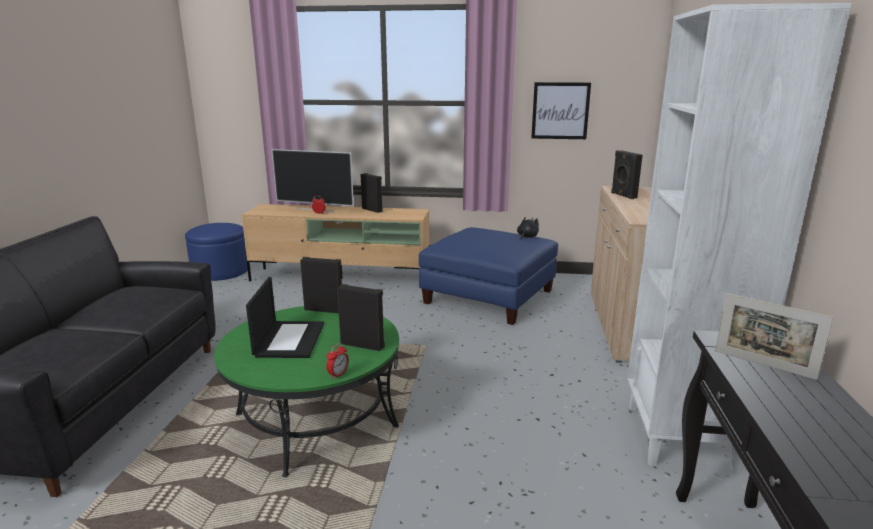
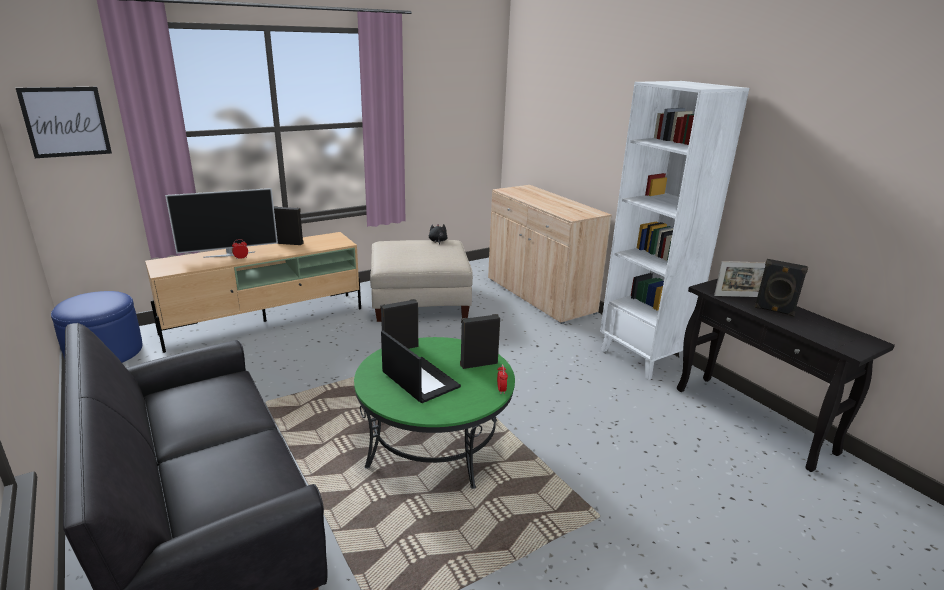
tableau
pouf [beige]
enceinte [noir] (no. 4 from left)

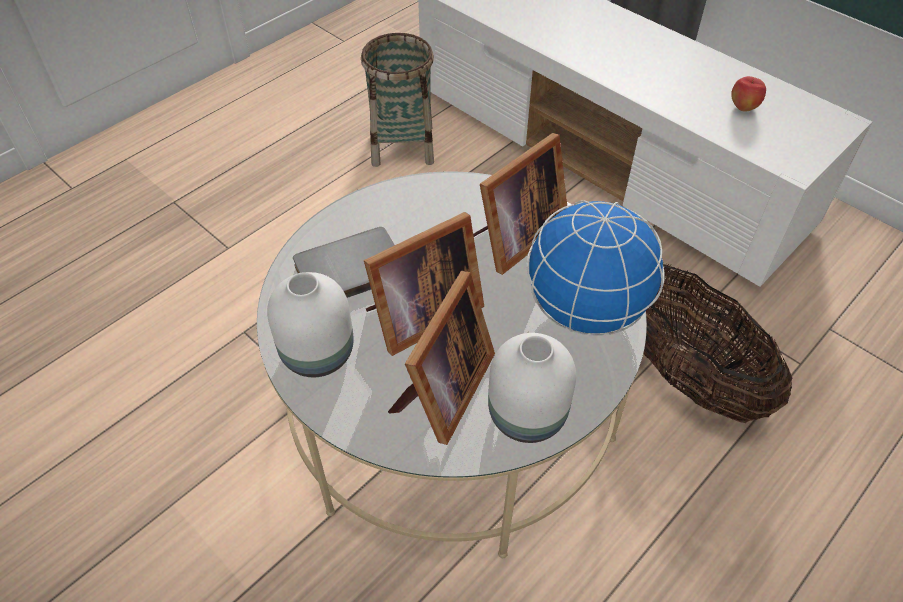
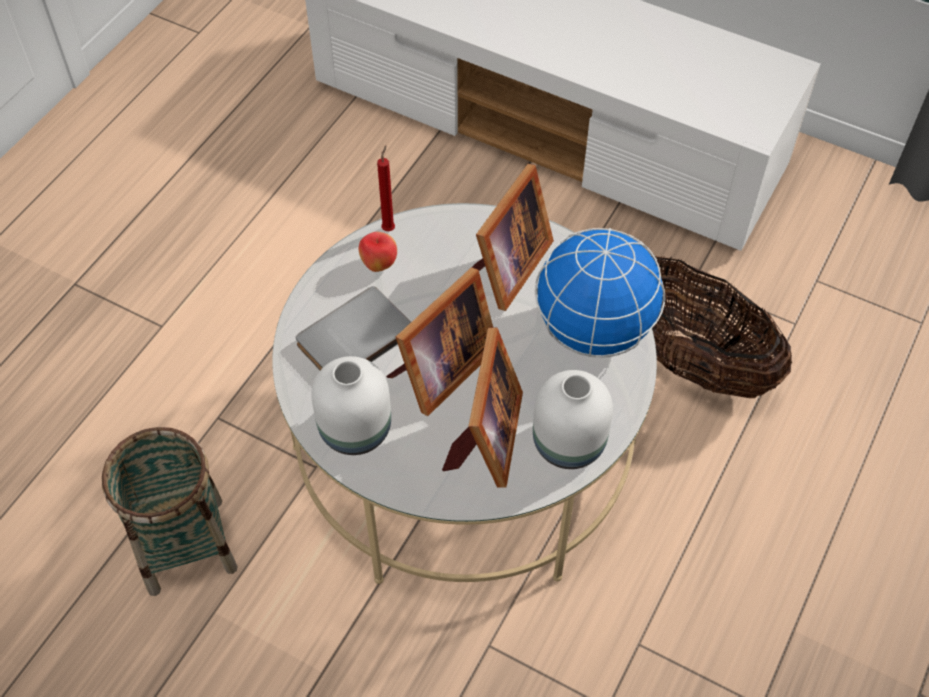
panier (no. 1 from left)
pomme
bougie [rouge]

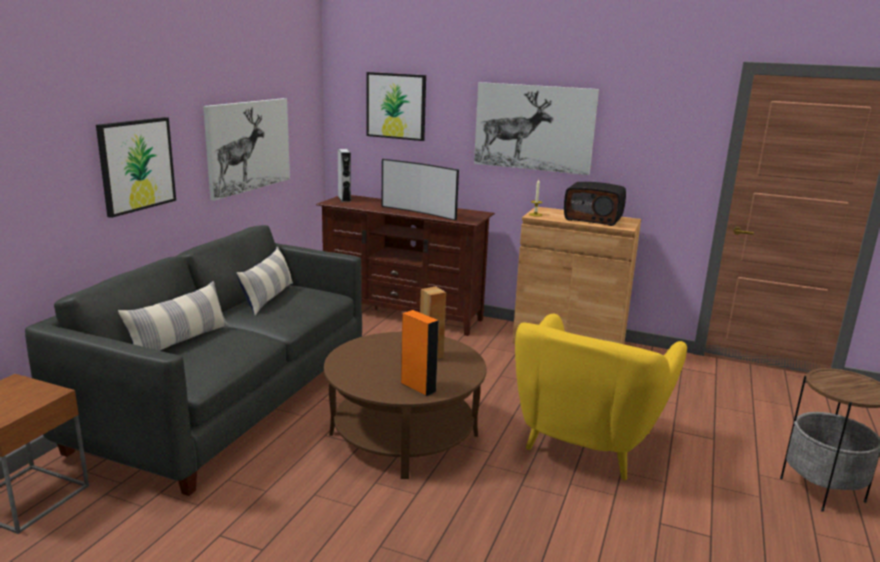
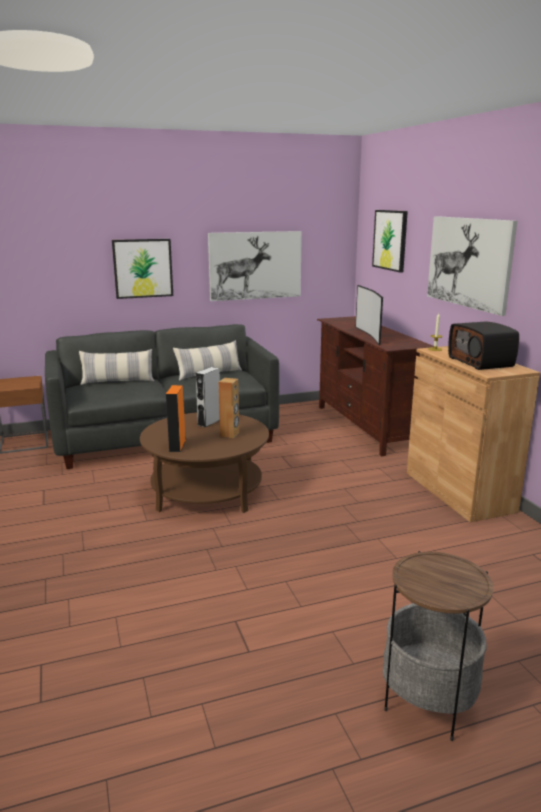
enceinte [gris]
fauteuil [jaune]

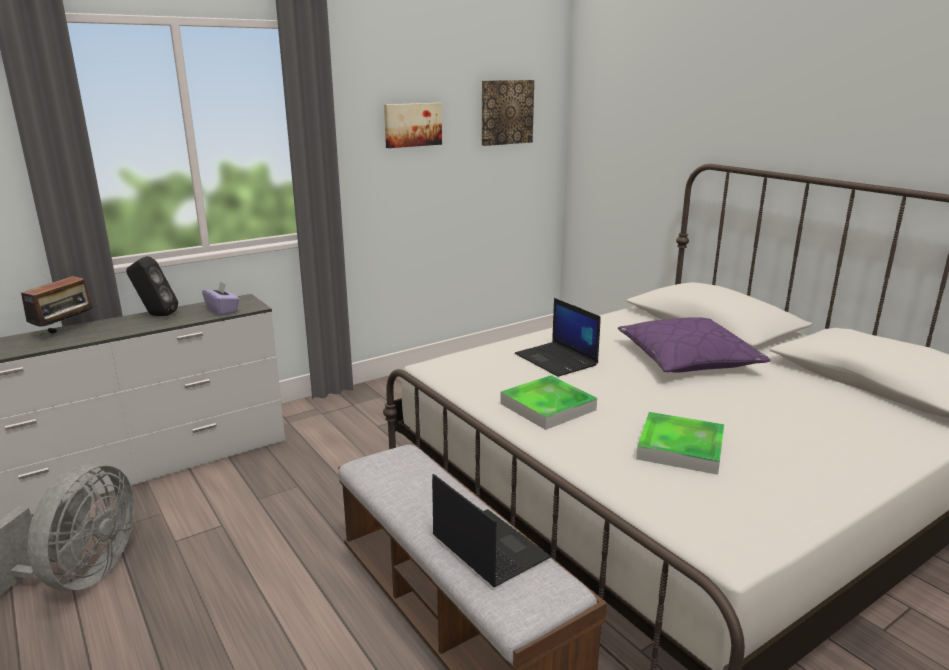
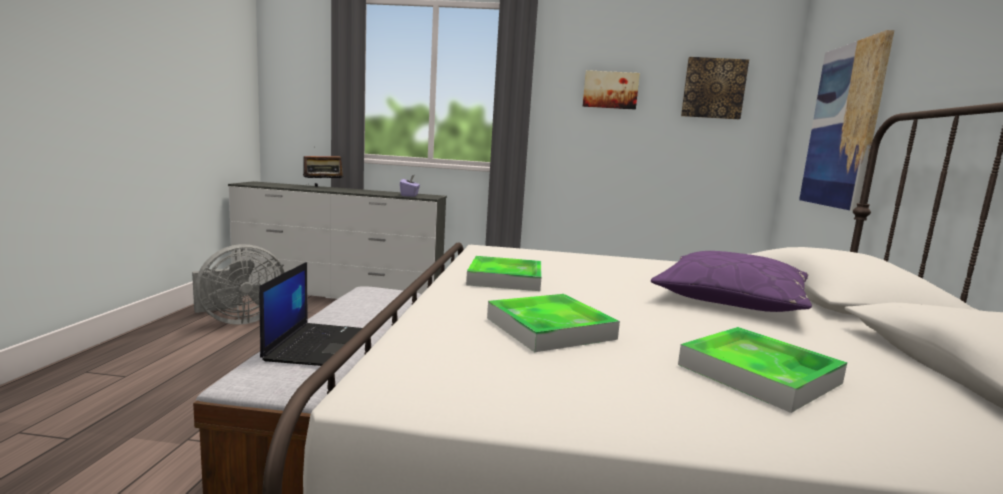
plateau (no. 3 from left)
tableau (no. 3 from left)
enceinte [noir]
ordinateur portable (no. 2 from left in the first image)

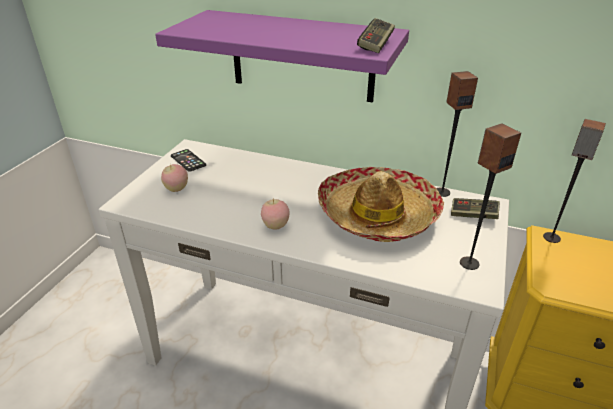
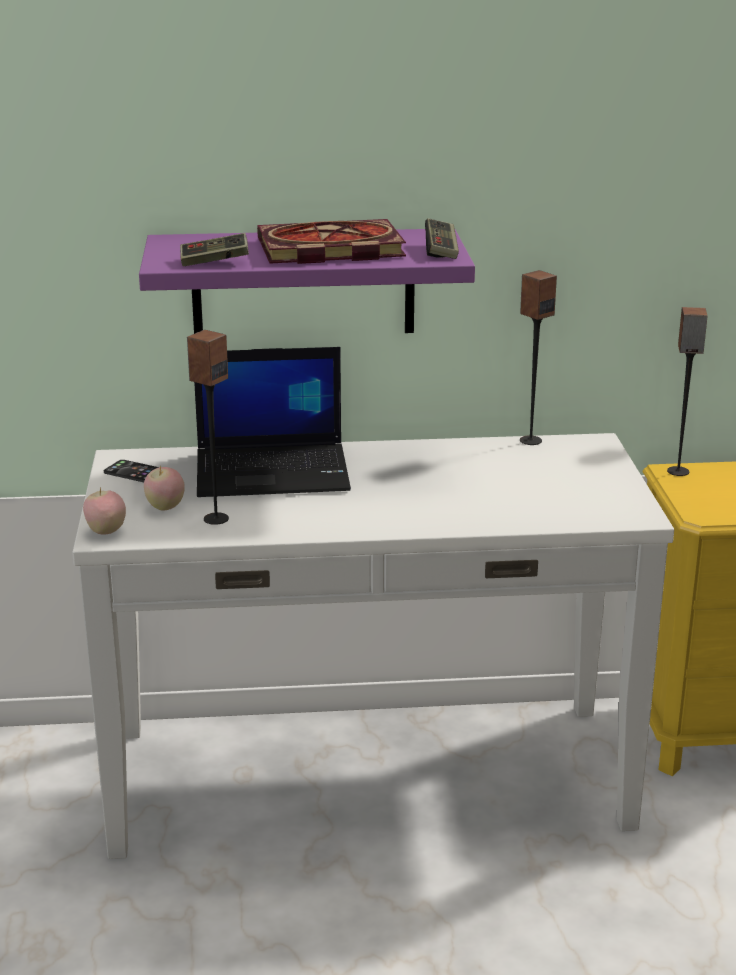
pomme (no. 1 from left)
manette (no. 1 from left)
enceinte (no. 1 from left)
ordinateur portable
livre
chapeau

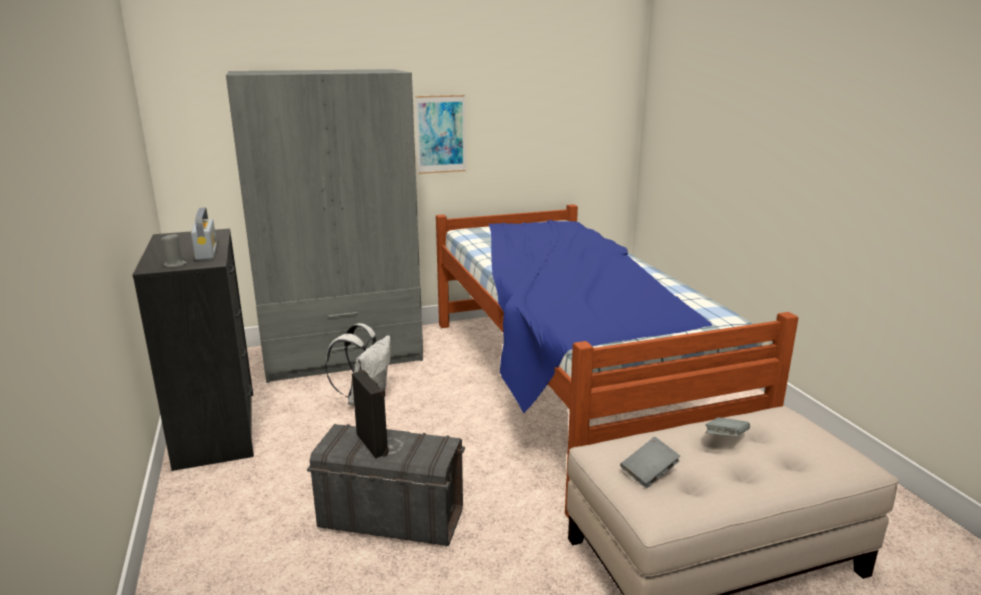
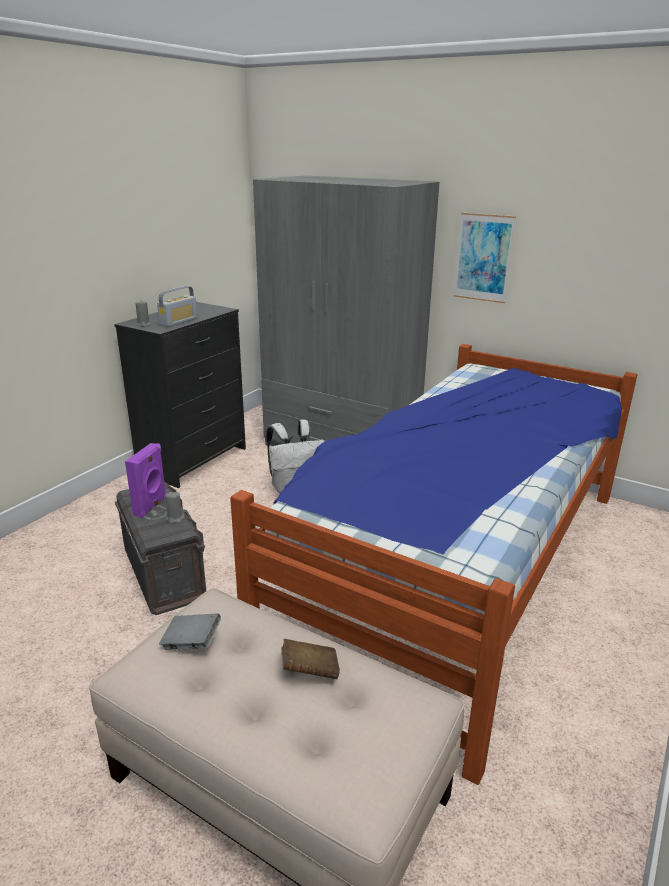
enceinte [violet]
bougie [gris] (no. 2 from left)
livre [marron]

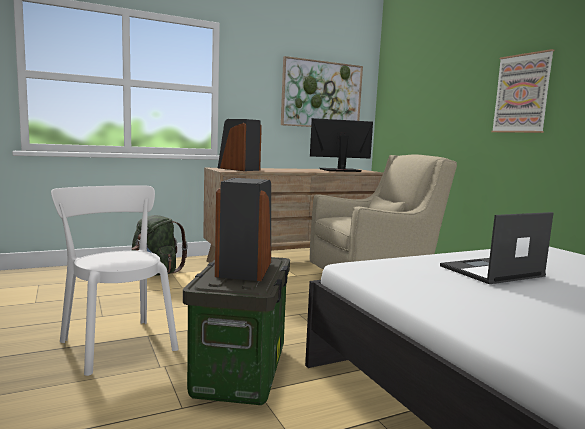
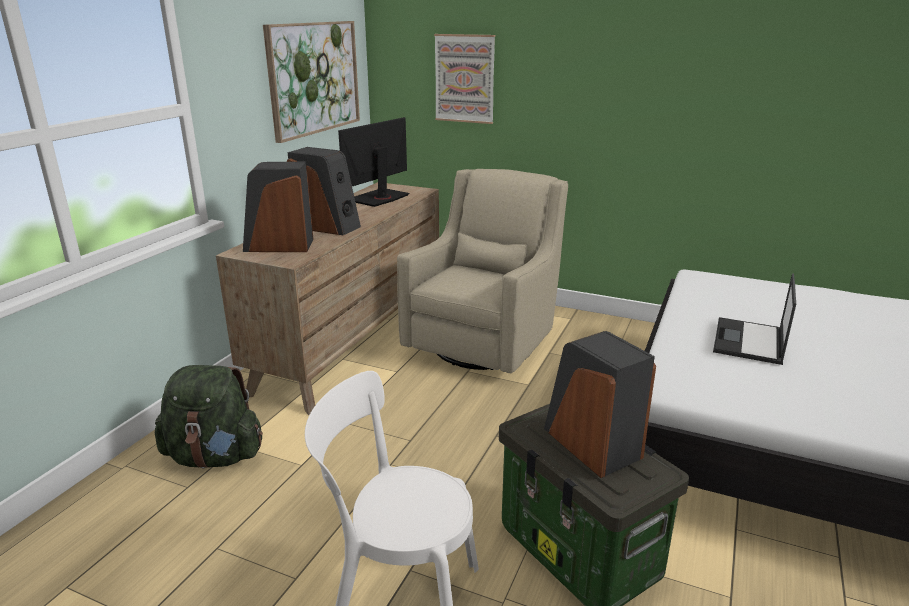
enceinte (no. 2 from left)
tableau (no. 2 from left)

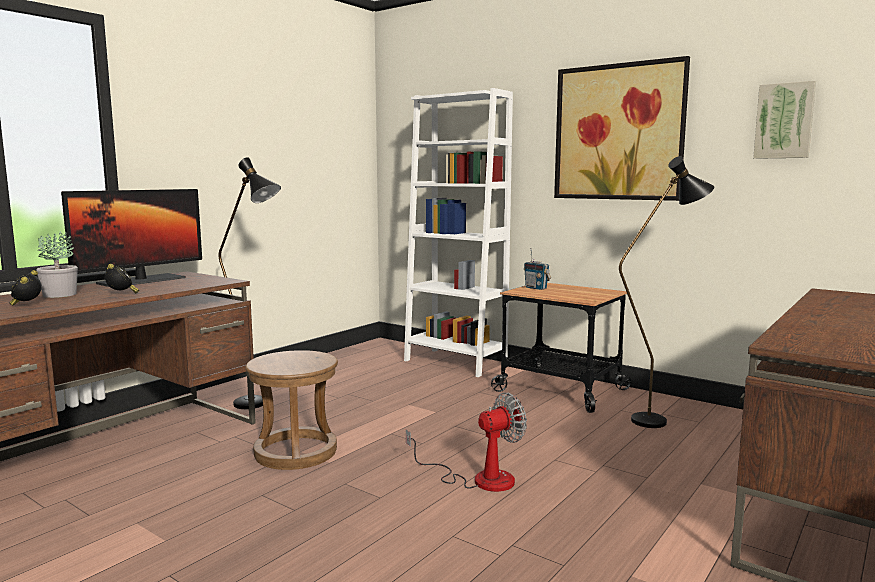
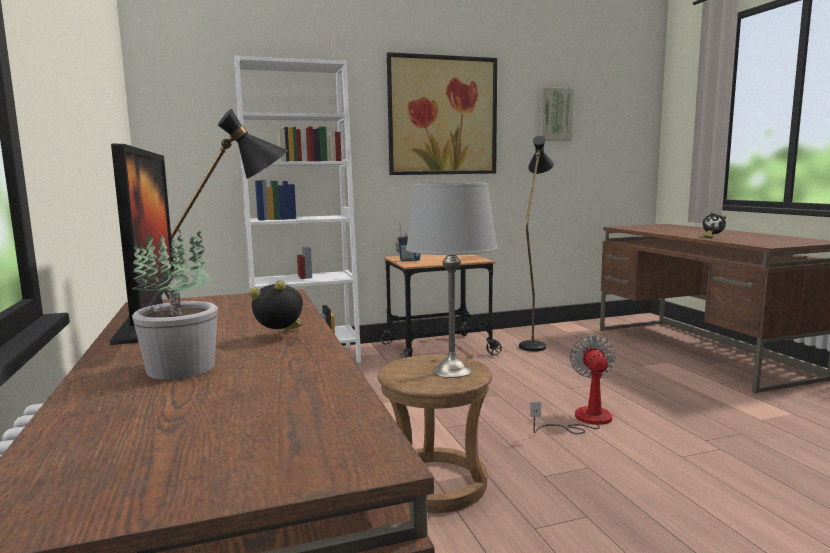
lampe de table [gris]
réveil (no. 2 from left)

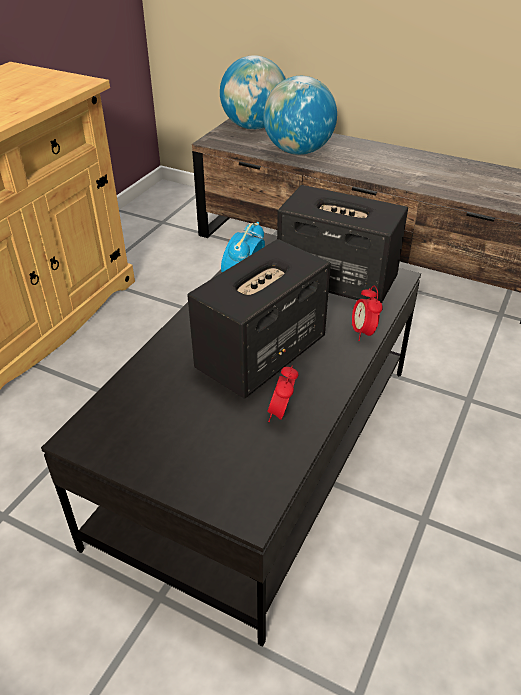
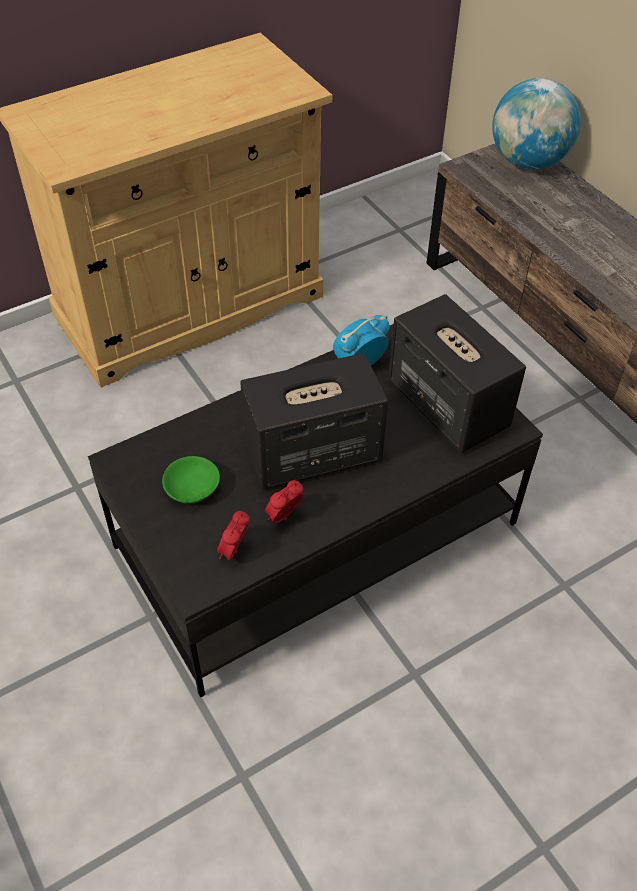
bol [vert]
réveil (no. 1 from left)
globe (no. 2 from left in the first image)

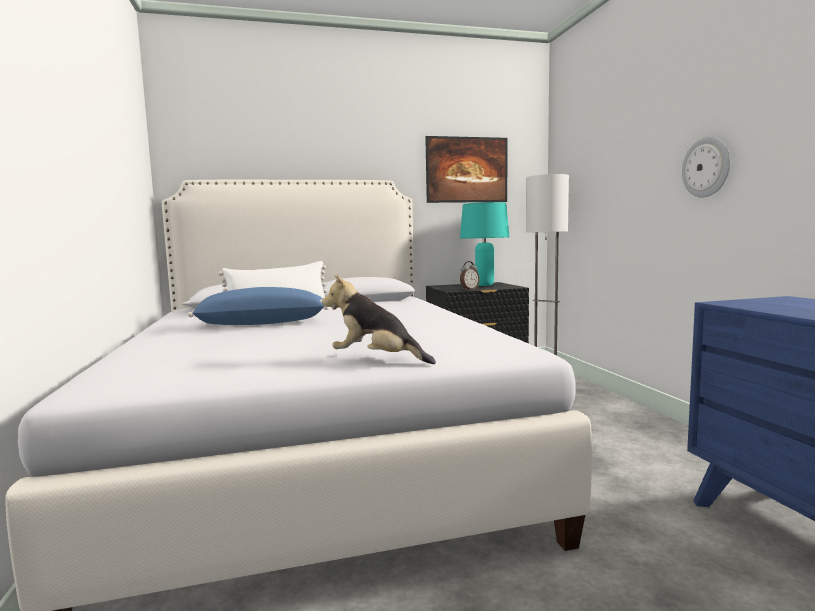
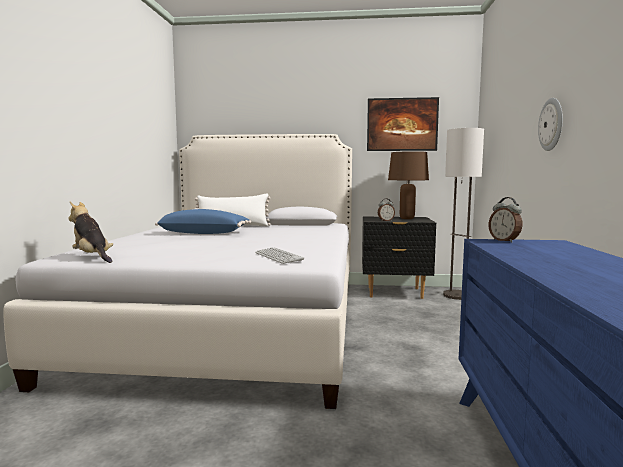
peluche
clavier
lampe de table [marron]
réveil (no. 2 from left)

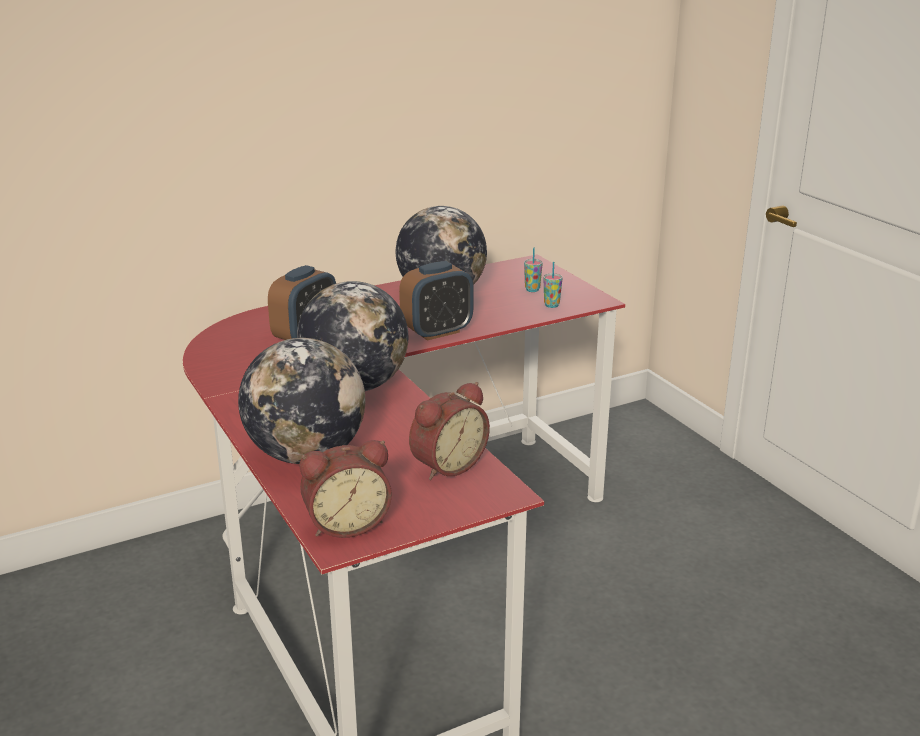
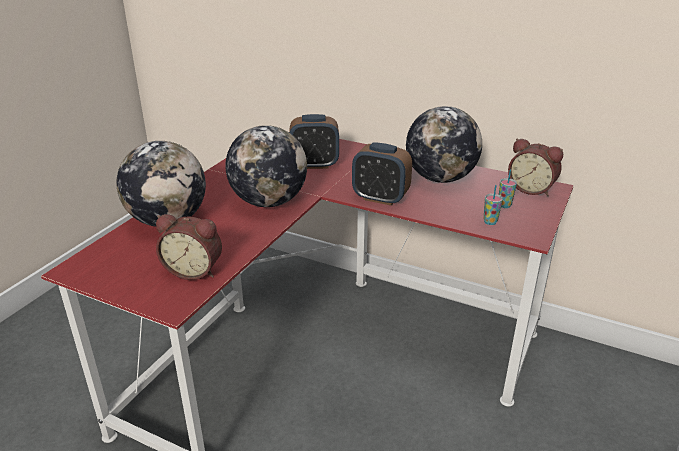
réveil (no. 4 from left)

